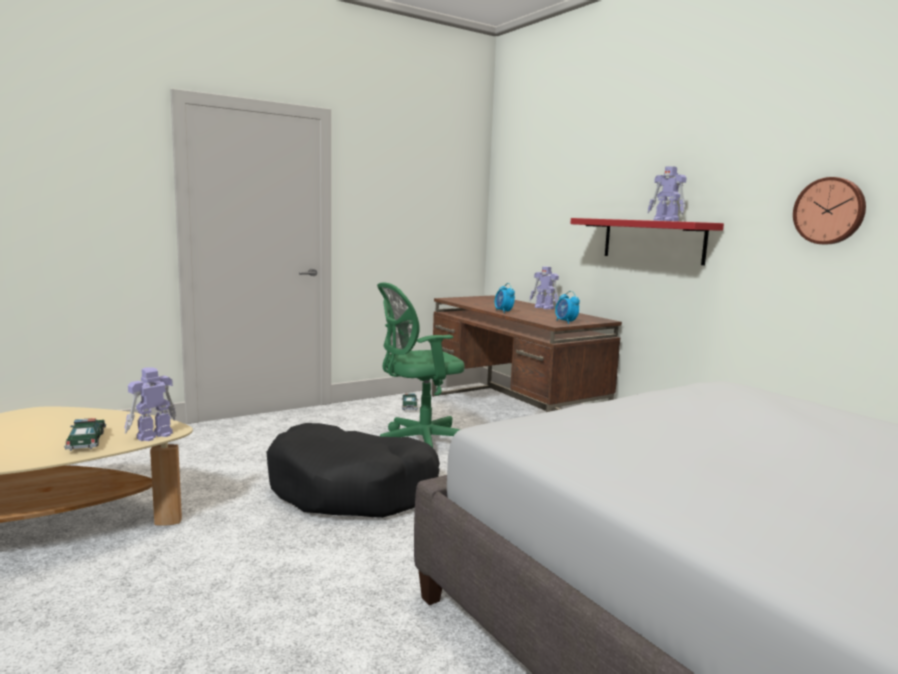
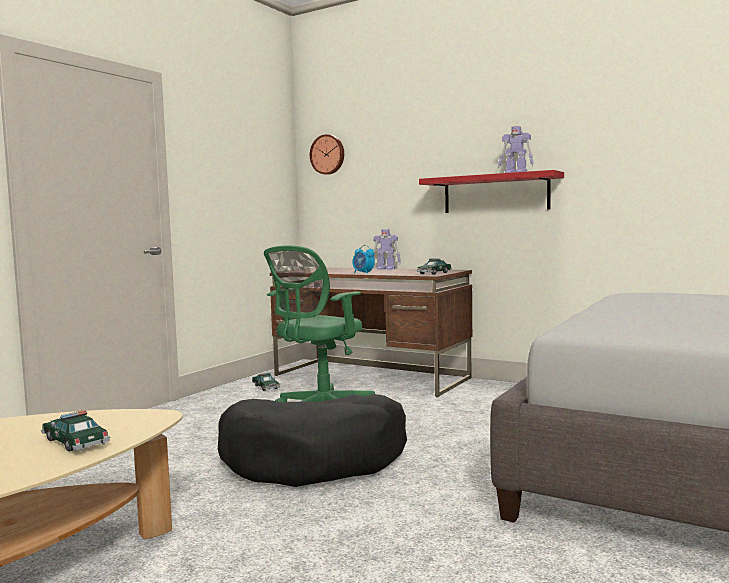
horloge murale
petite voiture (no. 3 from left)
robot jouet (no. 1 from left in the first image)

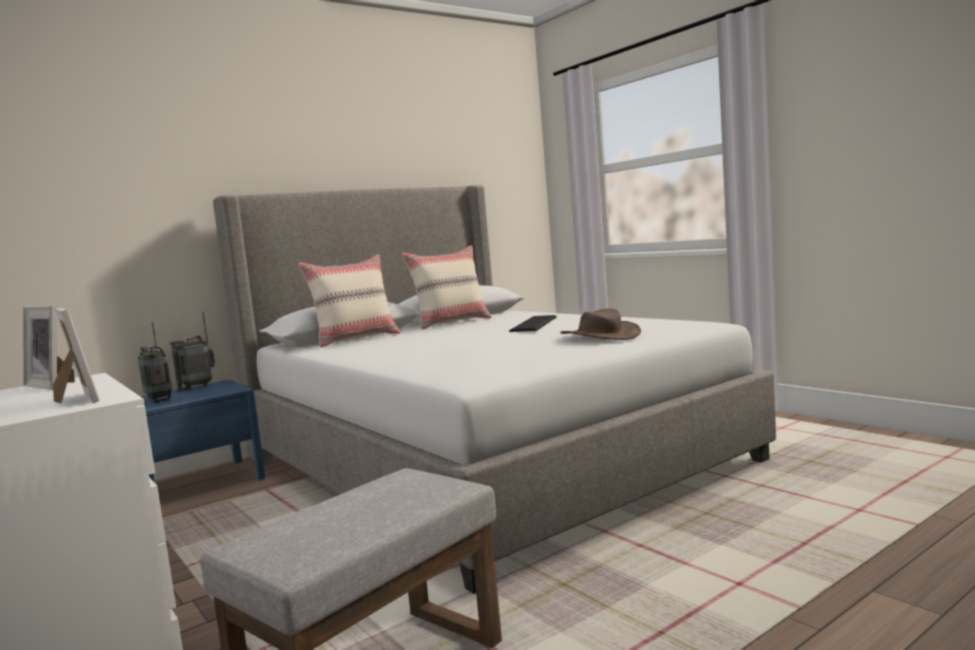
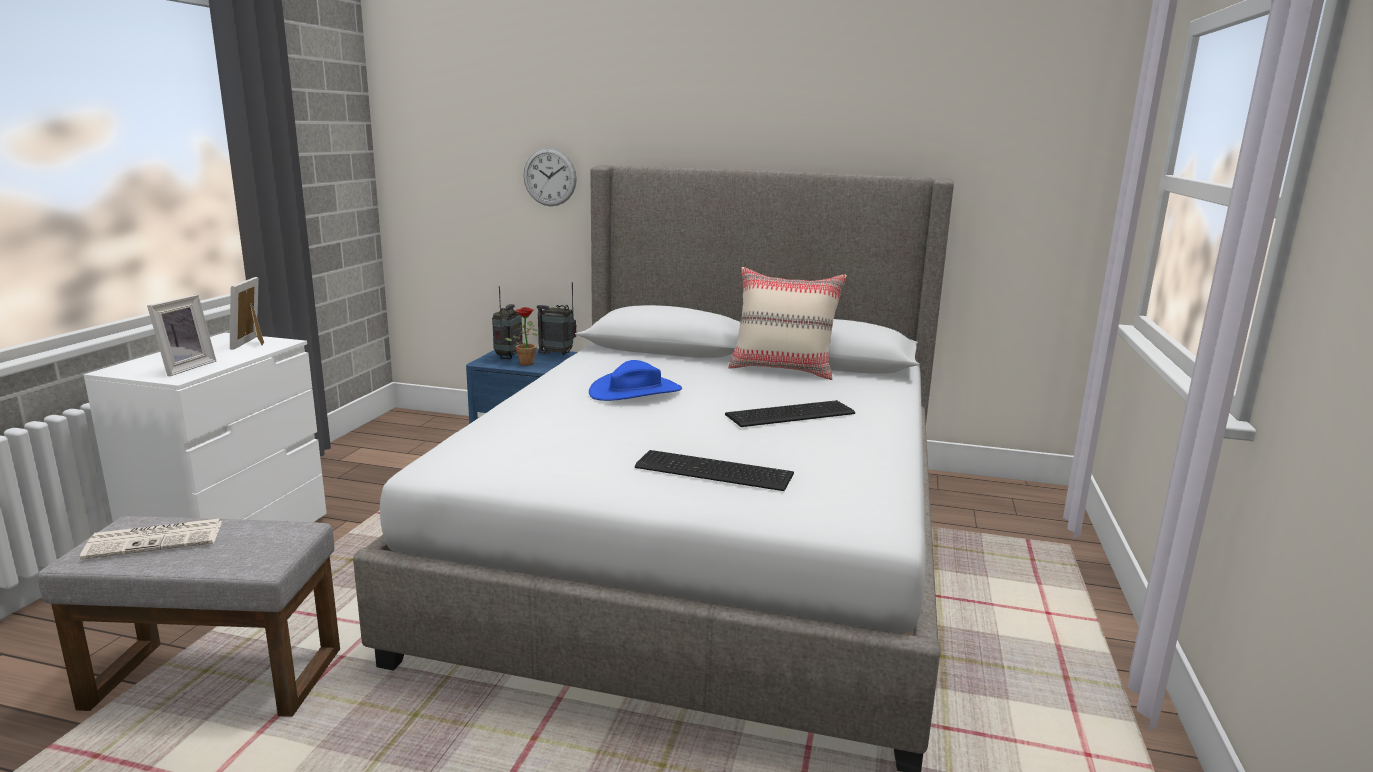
journal
plante en pot
horloge murale
chapeau [bleu]
clavier (no. 1 from left)
coussin [beige] (no. 1 from left in the first image)

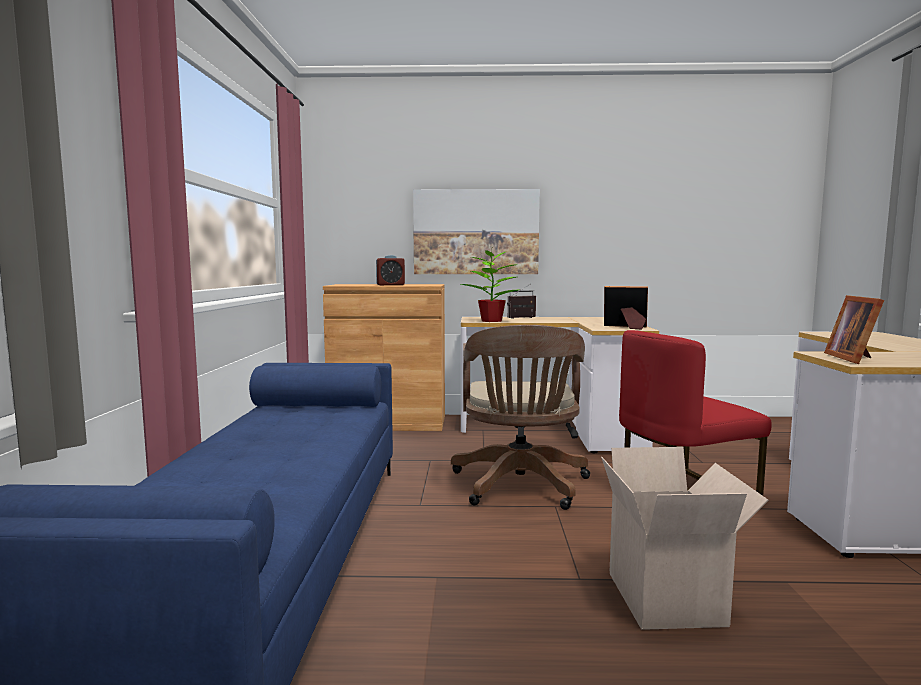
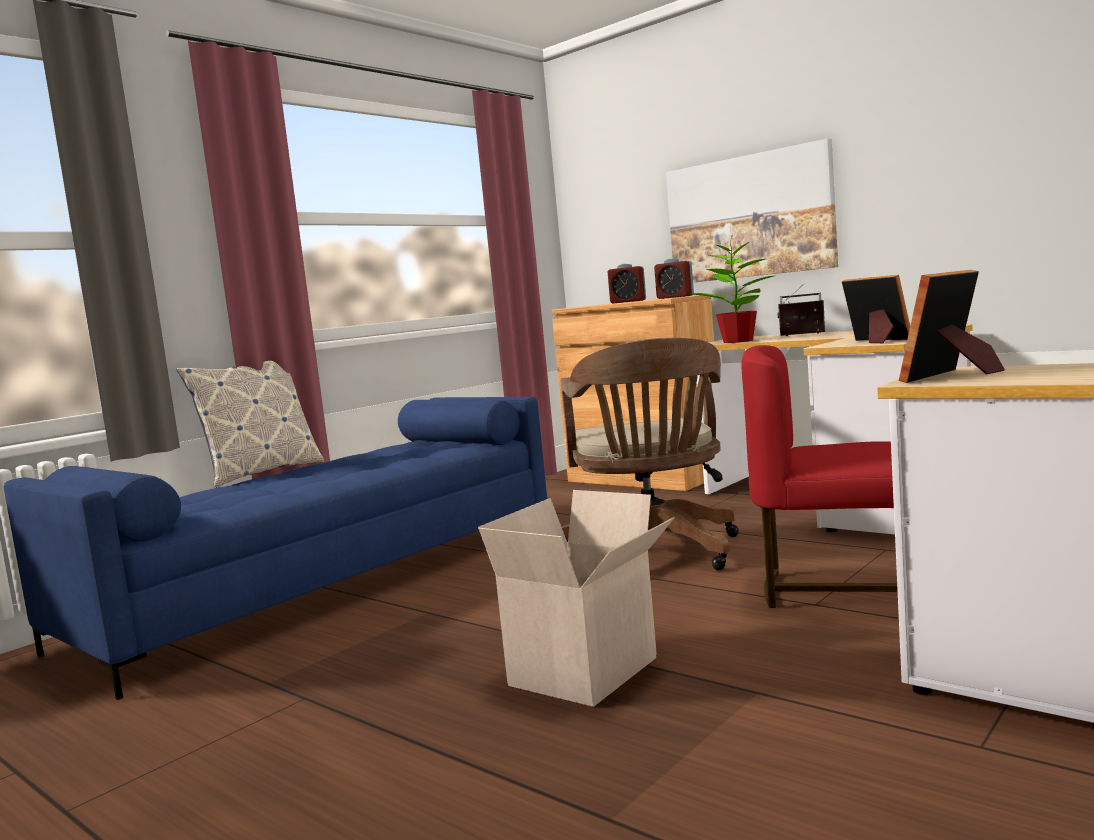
coussin
chaise de bureau [marron]
réveil (no. 2 from left)

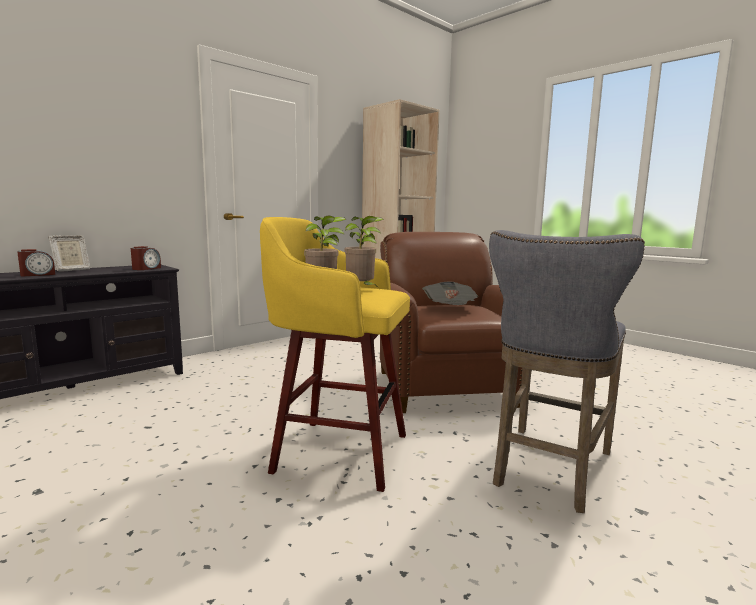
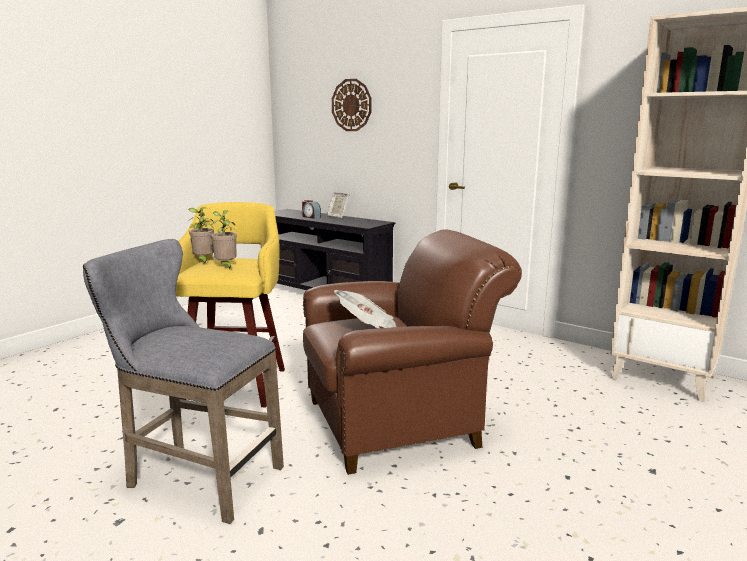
horloge murale
réveil (no. 2 from left in the first image)

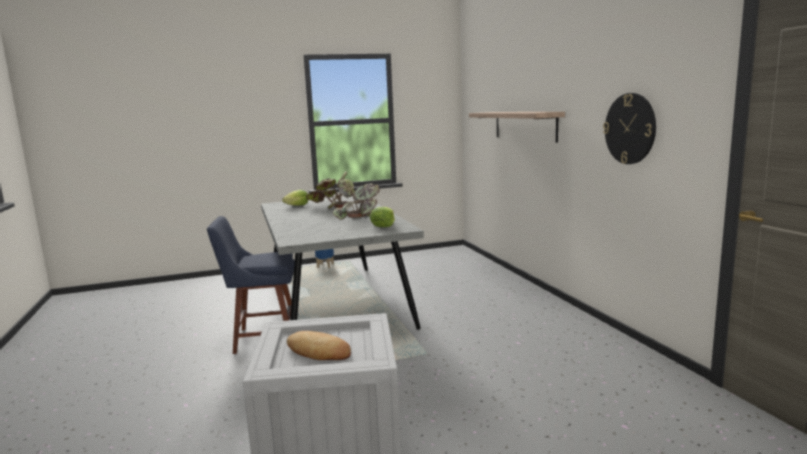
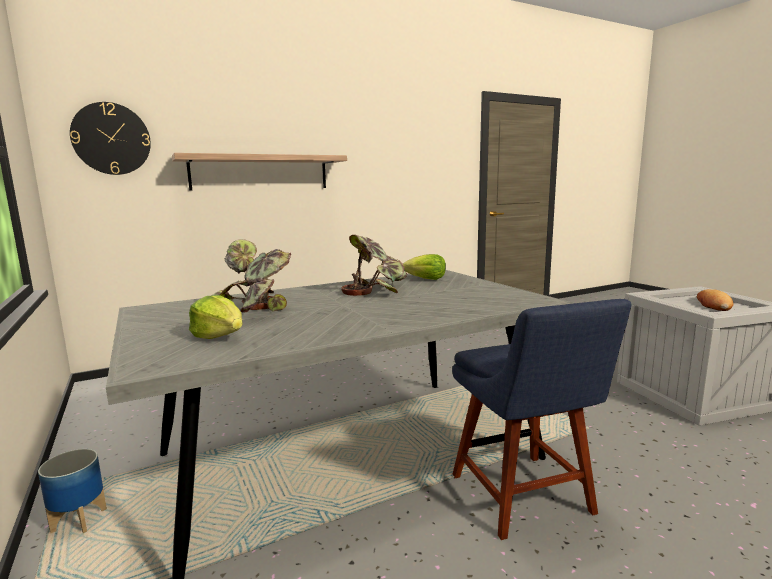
horloge murale

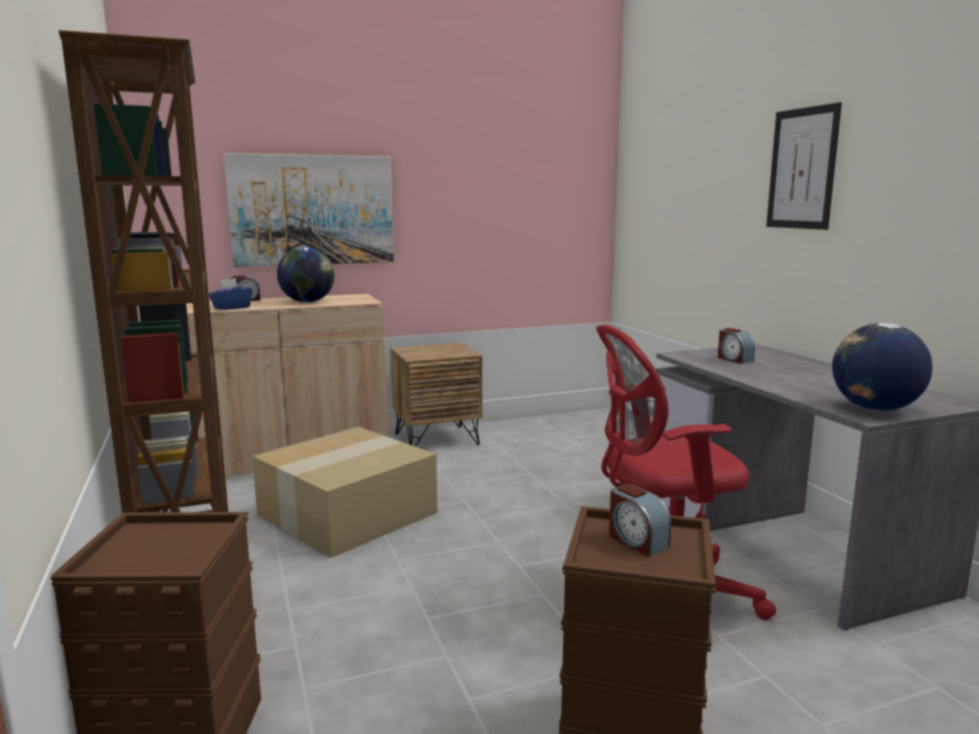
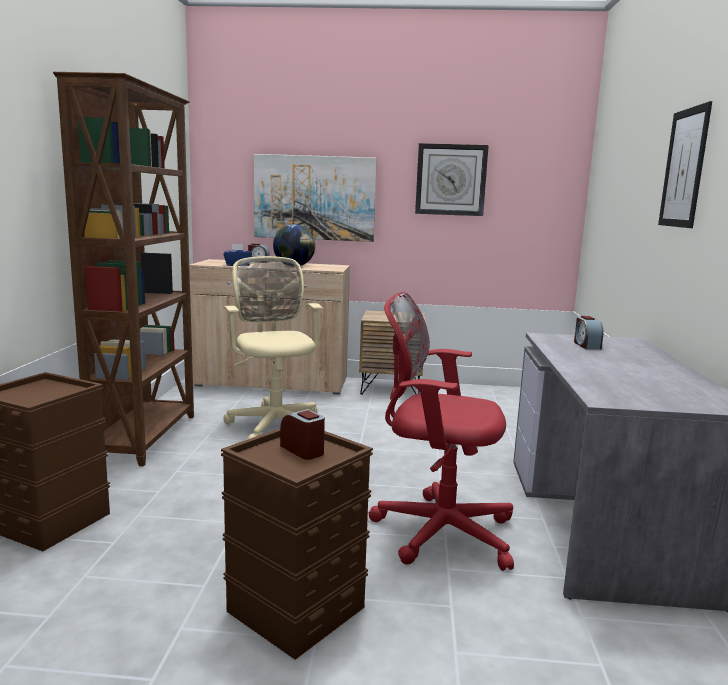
chaise de bureau [beige]
réveil (no. 2 from left)
horloge murale
globe (no. 2 from left in the first image)

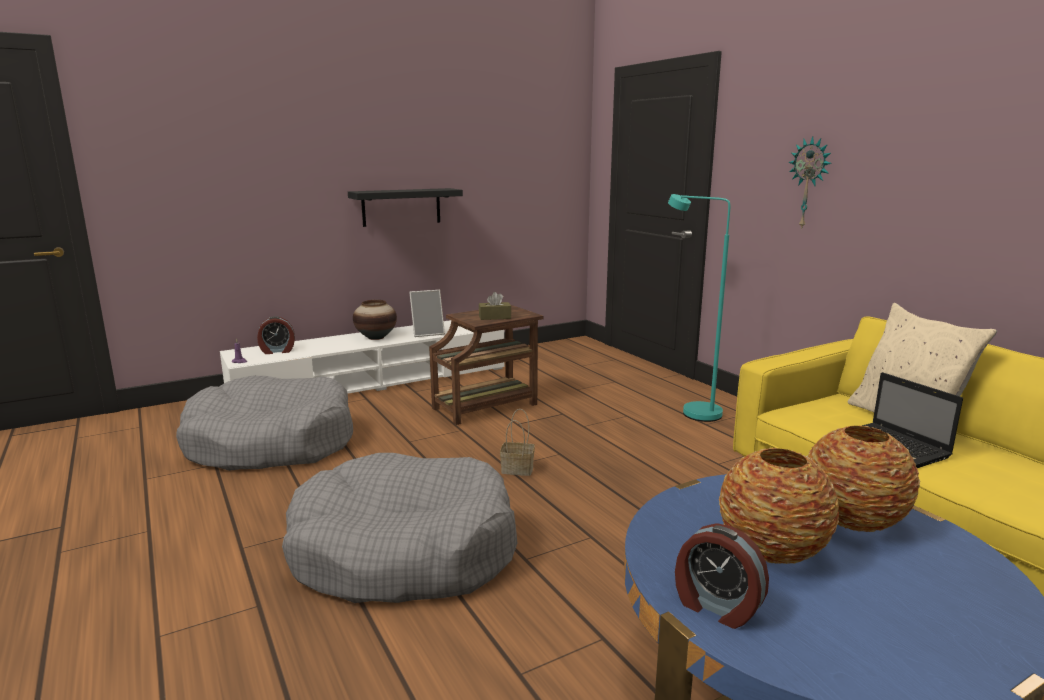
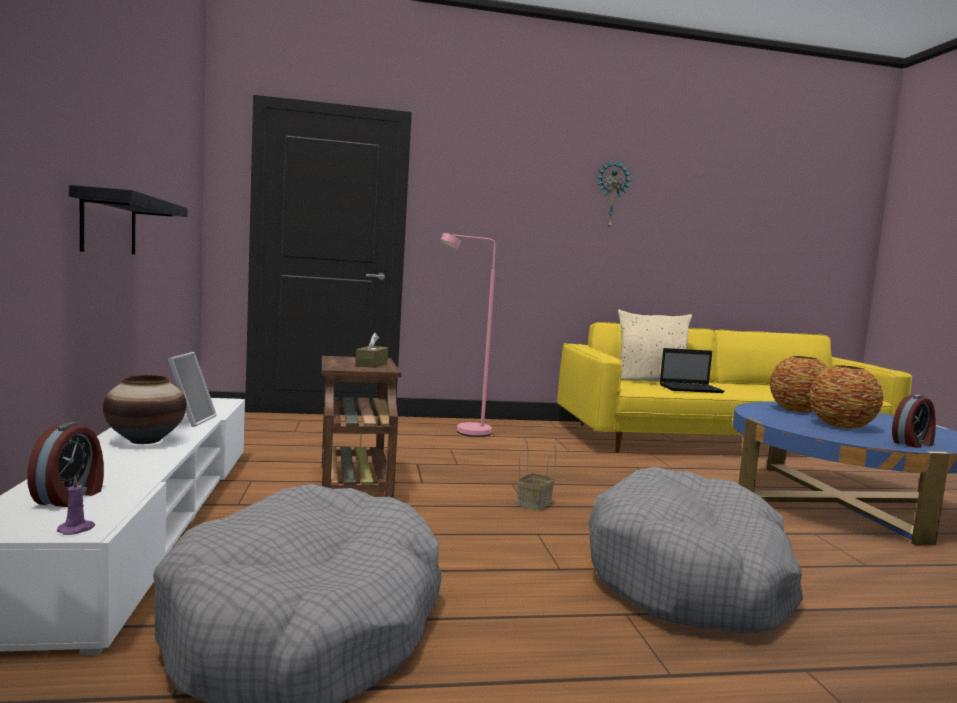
lampadaire [rose]
horloge murale

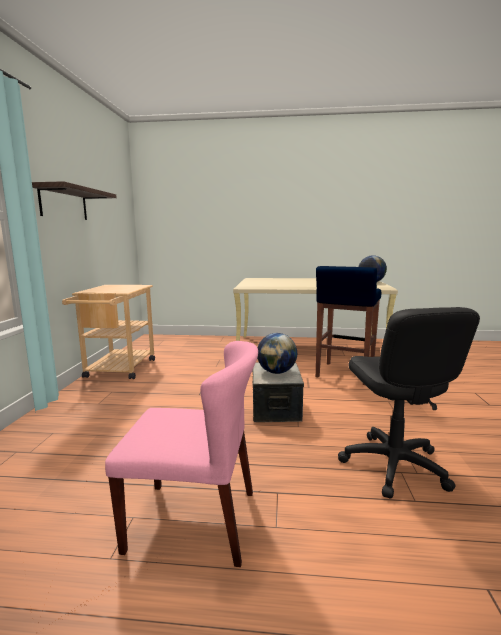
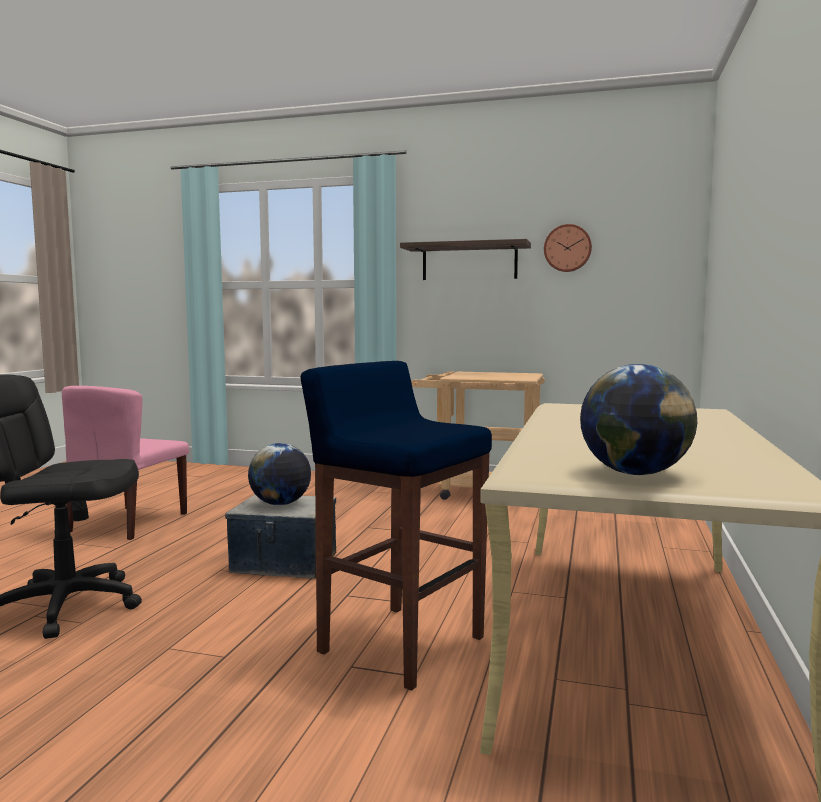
horloge murale

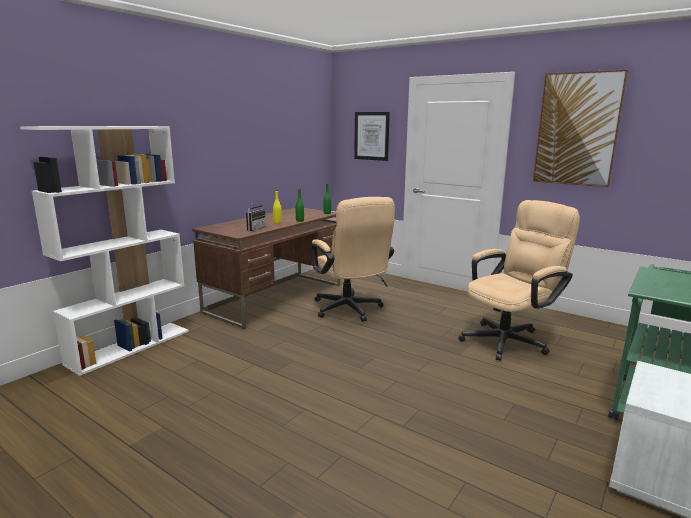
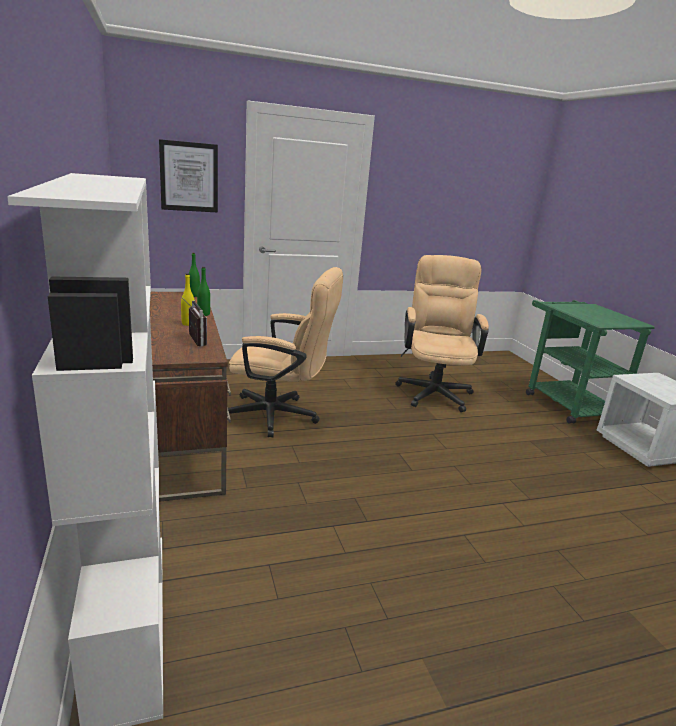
tableau (no. 2 from left in the first image)

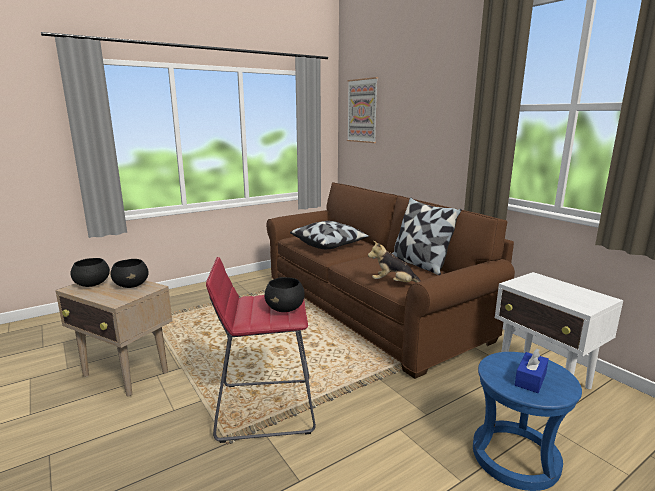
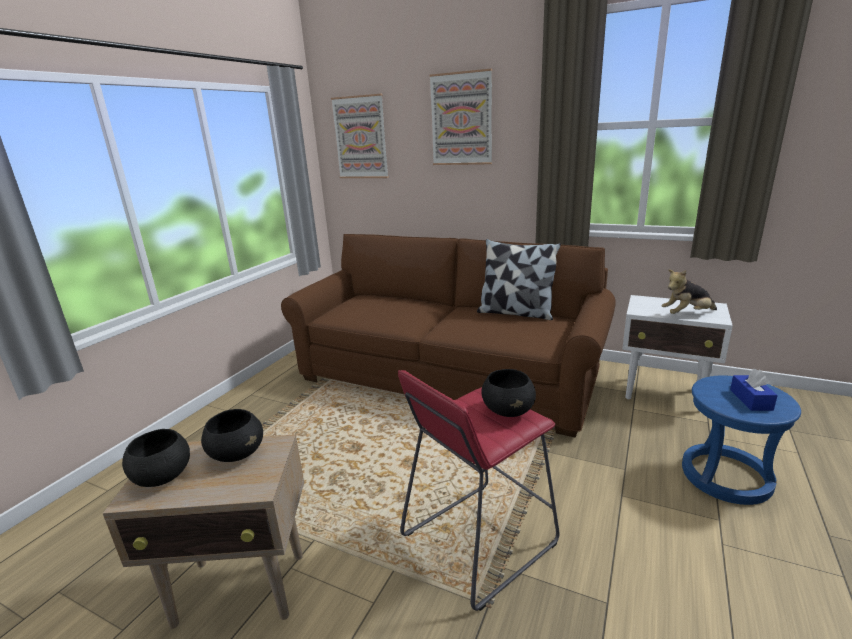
tableau (no. 2 from left)
peluche
coussin (no. 1 from left in the first image)

